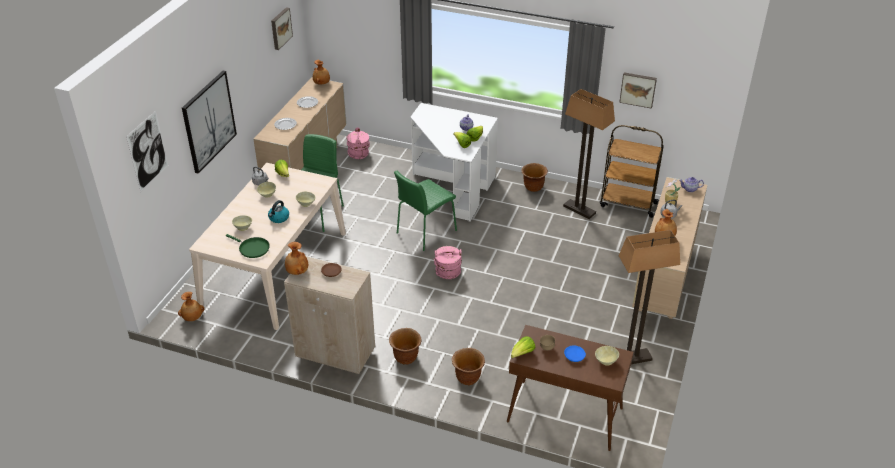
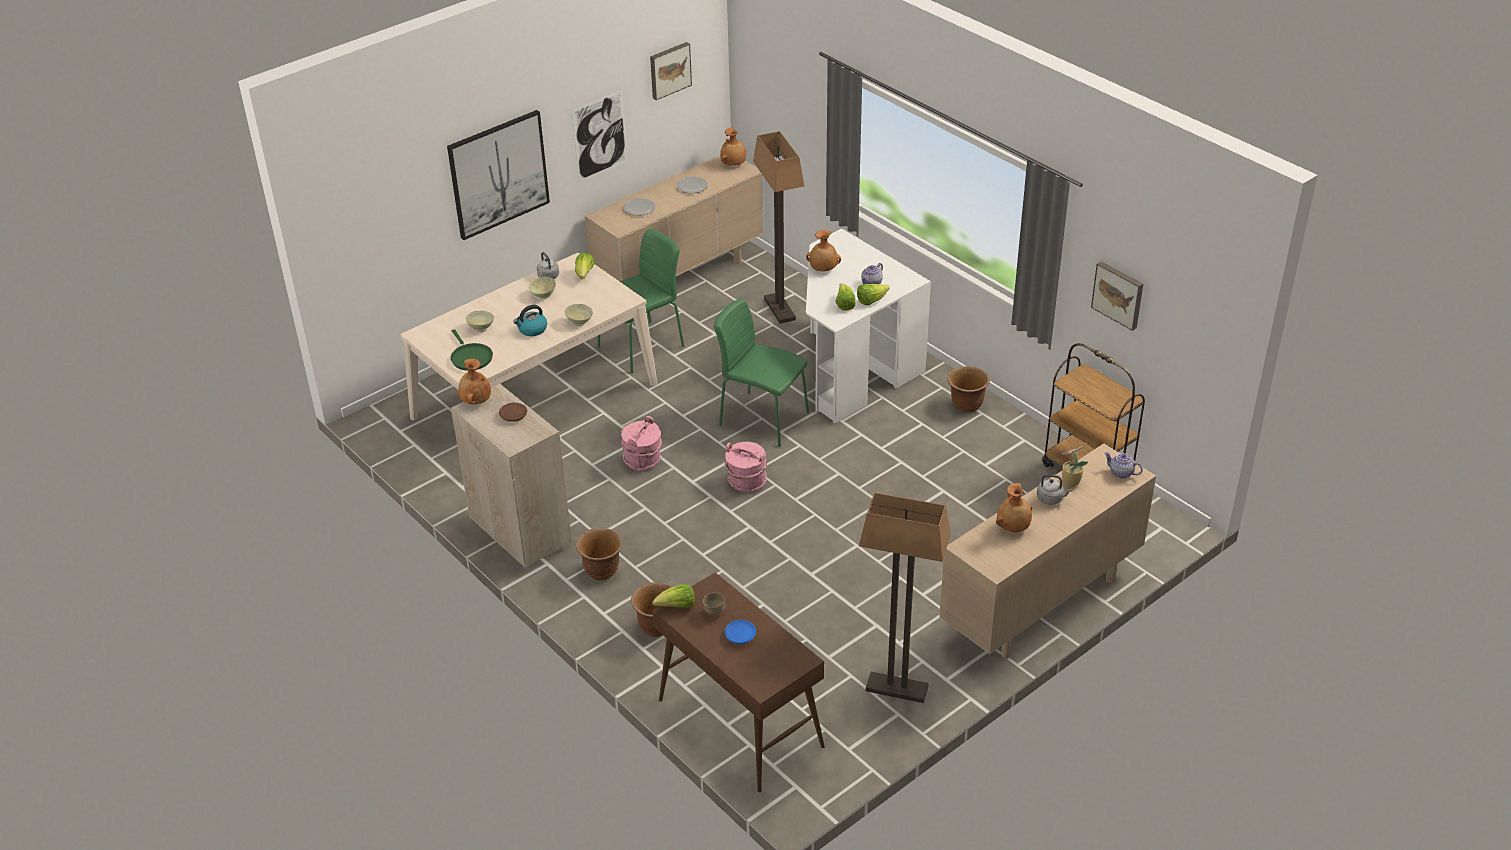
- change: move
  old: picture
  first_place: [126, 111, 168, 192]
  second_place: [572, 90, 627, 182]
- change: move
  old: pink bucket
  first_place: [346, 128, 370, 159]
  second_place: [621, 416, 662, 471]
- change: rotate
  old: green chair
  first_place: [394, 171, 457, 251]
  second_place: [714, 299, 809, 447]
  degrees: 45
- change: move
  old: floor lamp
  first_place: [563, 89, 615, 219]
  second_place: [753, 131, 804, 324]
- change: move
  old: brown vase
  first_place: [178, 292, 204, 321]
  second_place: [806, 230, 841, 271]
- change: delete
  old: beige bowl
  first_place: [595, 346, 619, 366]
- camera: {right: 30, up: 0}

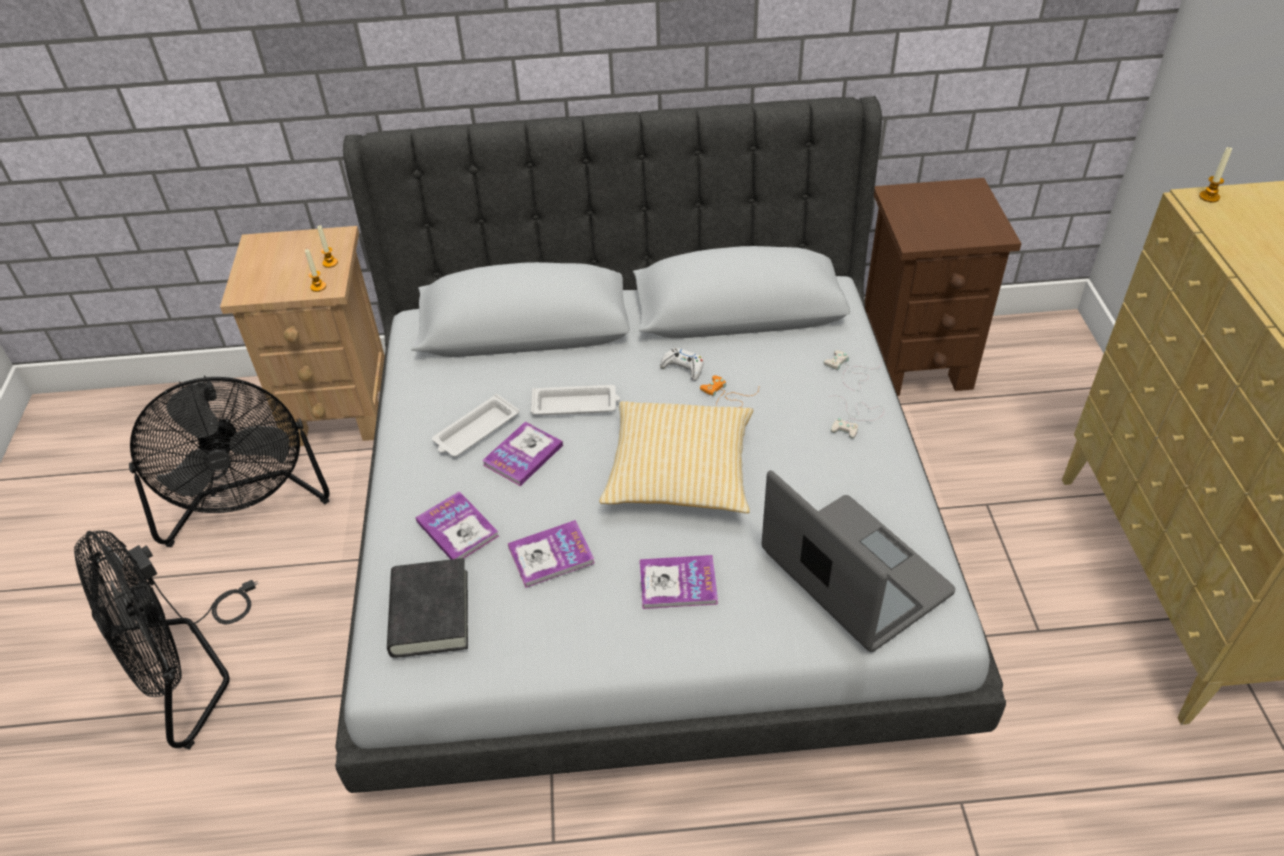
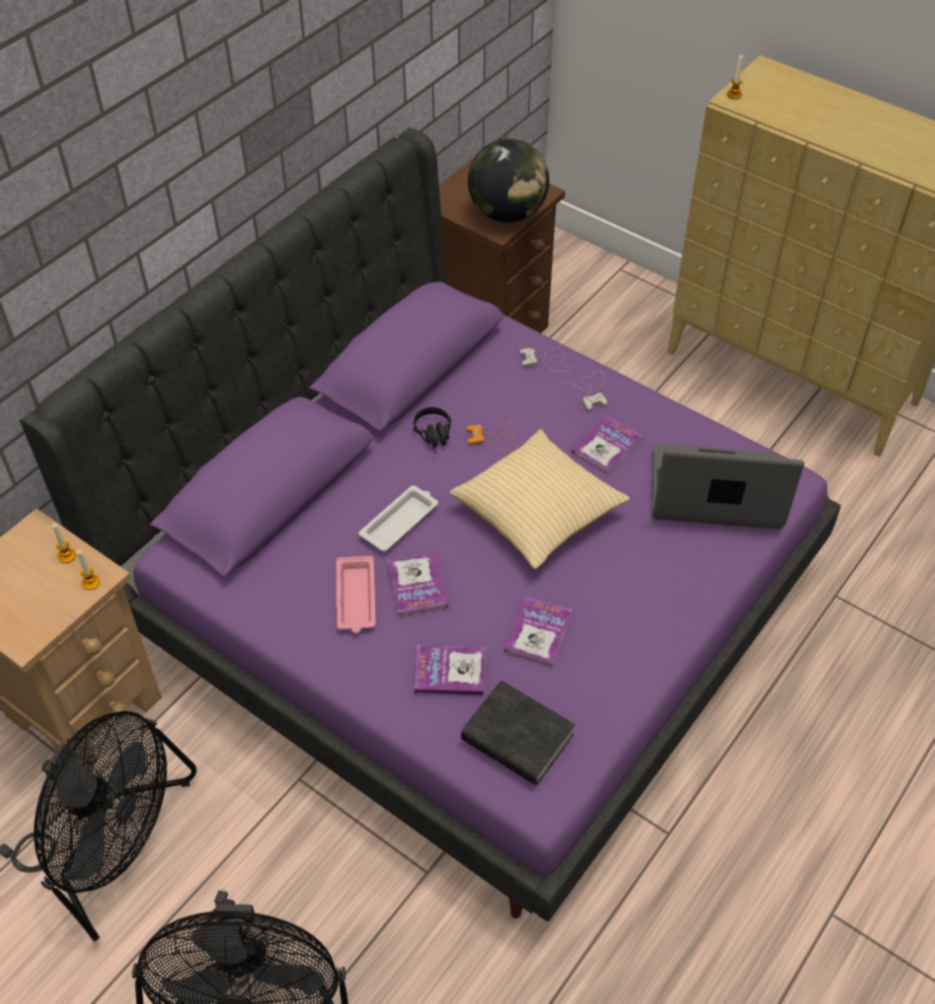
- change: recolor
  old: grey bed
  new: purple bed
  first_place: [335, 96, 1006, 793]
  second_place: [20, 128, 841, 922]
- change: recolor
  old: white tray
  new: pink tray
  first_place: [432, 394, 519, 457]
  second_place: [336, 556, 376, 633]
- change: replace
  old: white game controller
  new: black headphones
  first_place: [660, 348, 704, 381]
  second_place: [414, 407, 451, 454]
- change: insert
  new: globe
  second_place: [468, 139, 549, 223]
- change: move
  old: book
  first_place: [640, 555, 718, 609]
  second_place: [572, 415, 642, 474]
- camera: {right: -50, up: 5}

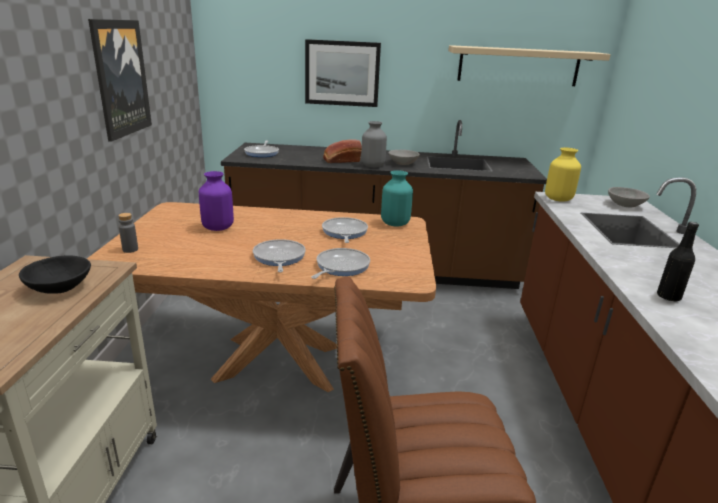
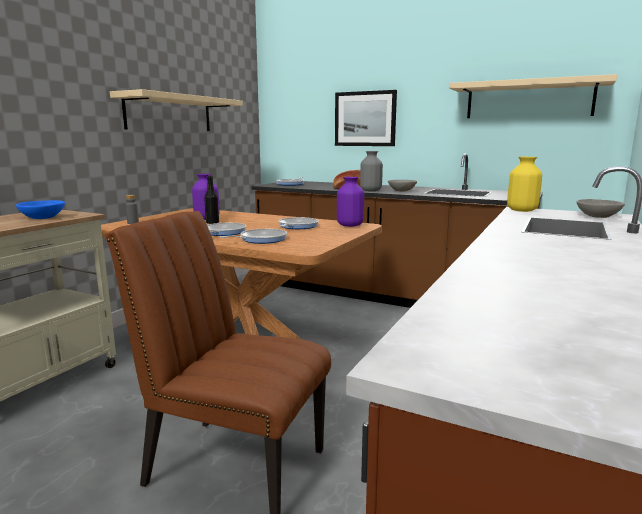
- change: recolor
  old: black bowl
  new: blue bowl
  first_place: [19, 255, 91, 294]
  second_place: [16, 200, 65, 219]
- change: replace
  old: picture
  new: beige shelf
  first_place: [88, 19, 152, 142]
  second_place: [110, 89, 243, 131]
- change: move
  old: black bottle
  first_place: [657, 222, 699, 301]
  second_place: [204, 175, 219, 224]
- change: recolor
  old: turquoise vase
  new: purple vase
  first_place: [381, 170, 413, 227]
  second_place: [337, 177, 364, 227]
- camera: {right: 25, up: -10}

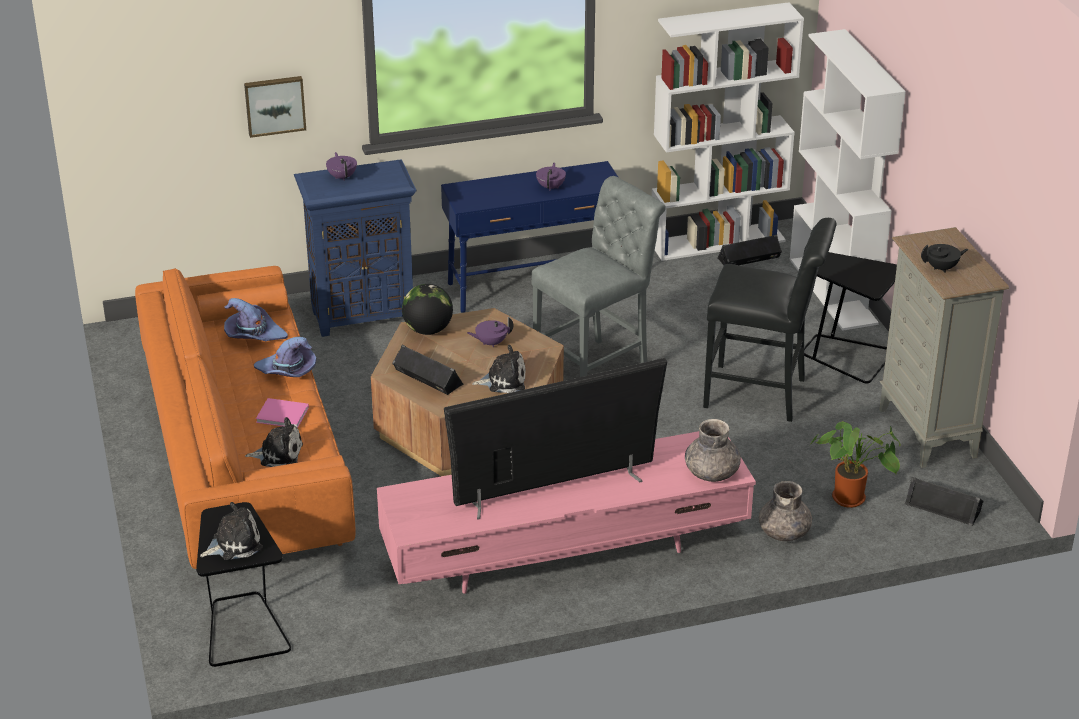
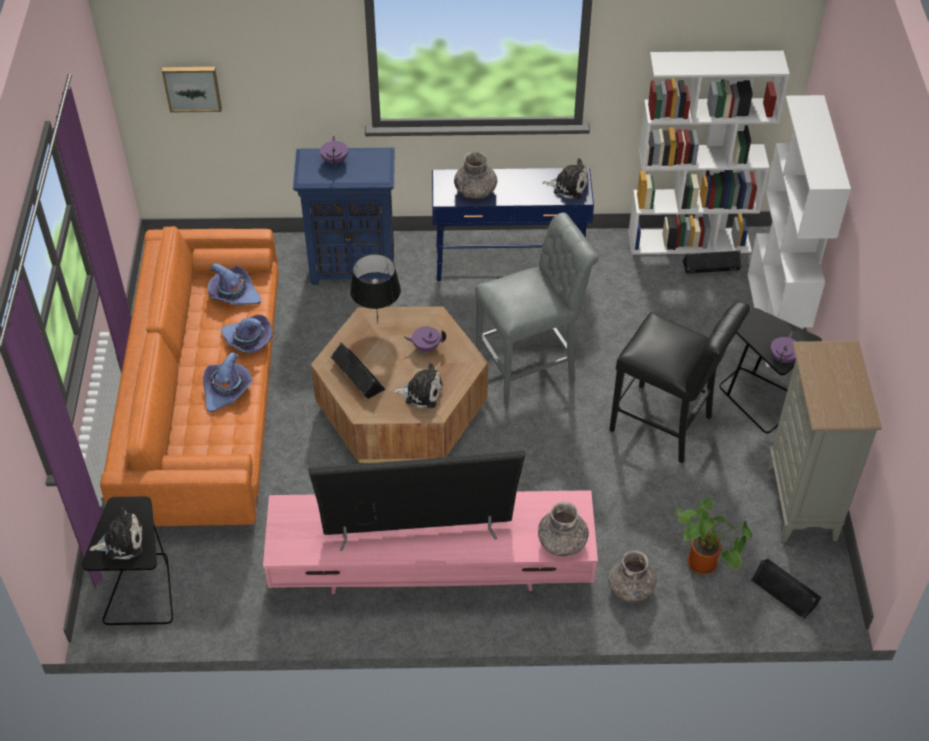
- change: move
  old: picture
  first_place: [244, 76, 306, 138]
  second_place: [162, 67, 222, 112]
- change: replace
  old: pink book
  new: purple hat
  first_place: [256, 398, 309, 428]
  second_place: [203, 352, 253, 412]
- change: replace
  old: globe
  new: black table lamp
  first_place: [402, 284, 453, 335]
  second_place: [350, 254, 401, 322]
- change: insert
  new: grey vase
  second_place: [454, 151, 497, 199]
- change: move
  old: plush toy
  first_place: [245, 417, 303, 467]
  second_place: [543, 158, 589, 199]
- change: move
  old: purple teapot
  first_place: [536, 163, 566, 190]
  second_place: [771, 332, 796, 365]
- change: delete
  old: black teapot
  first_place: [921, 244, 968, 273]
- camera: {right: 15, up: 15}

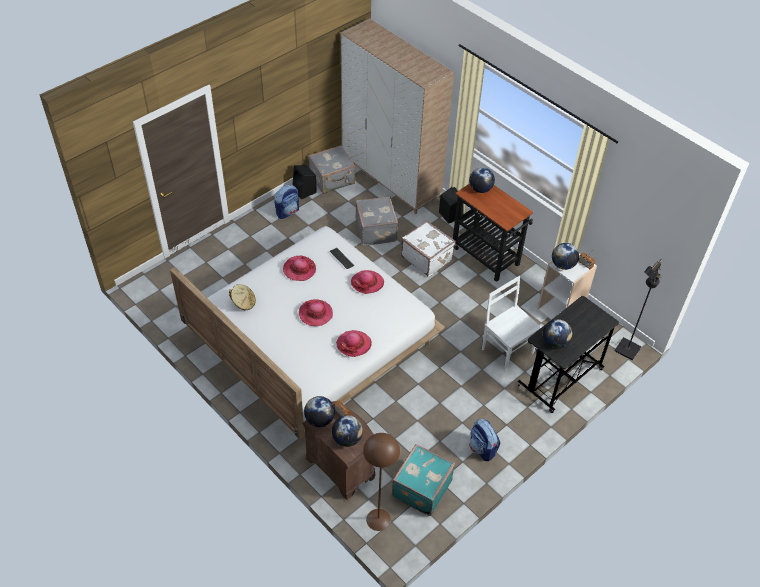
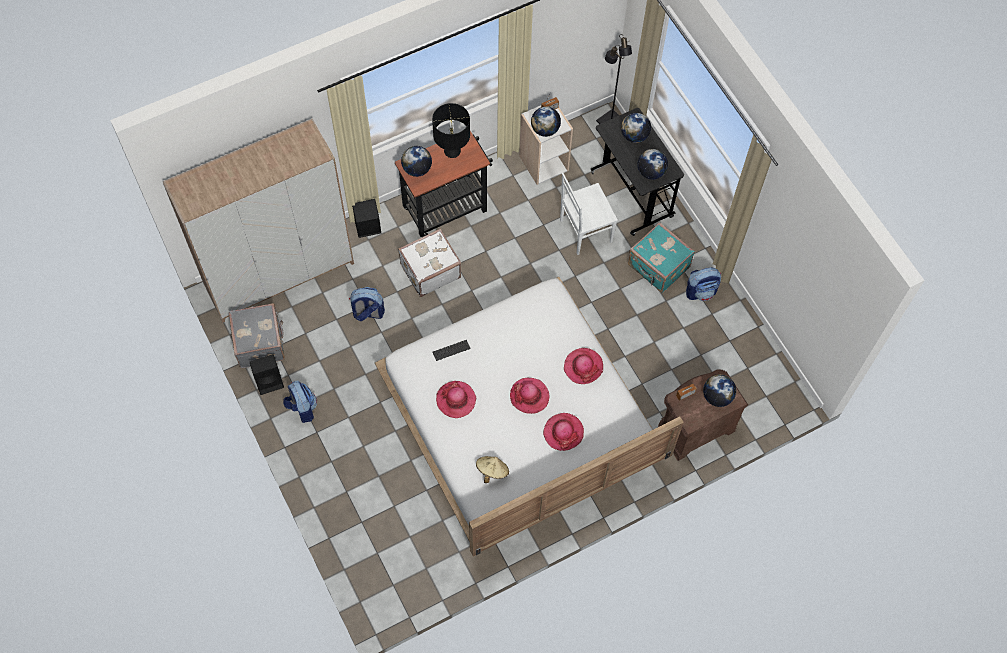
- change: replace
  old: grey suitcase
  new: backpack
  first_place: [356, 196, 399, 246]
  second_place: [349, 287, 385, 322]
- change: insert
  new: black table lamp
  second_place: [432, 103, 470, 158]
- change: move
  old: hat
  first_place: [351, 270, 384, 294]
  second_place: [543, 413, 584, 451]
- change: move
  old: globe
  first_place: [304, 396, 335, 427]
  second_place: [621, 113, 651, 143]
- change: move
  old: turquoise suitcase
  first_place: [392, 444, 455, 516]
  second_place: [628, 222, 695, 293]
- change: delete
  old: brown floor lamp
  first_place: [363, 433, 400, 531]
- camera: {right: -75, up: 15}

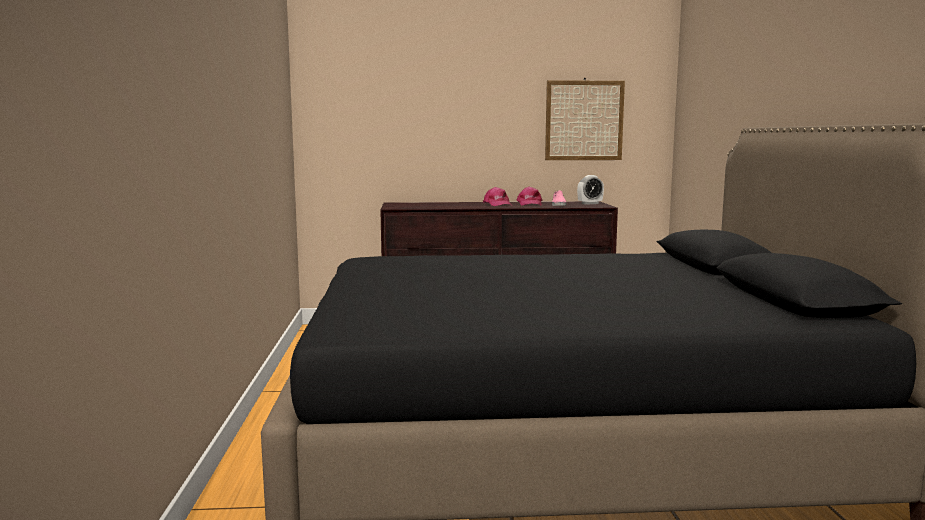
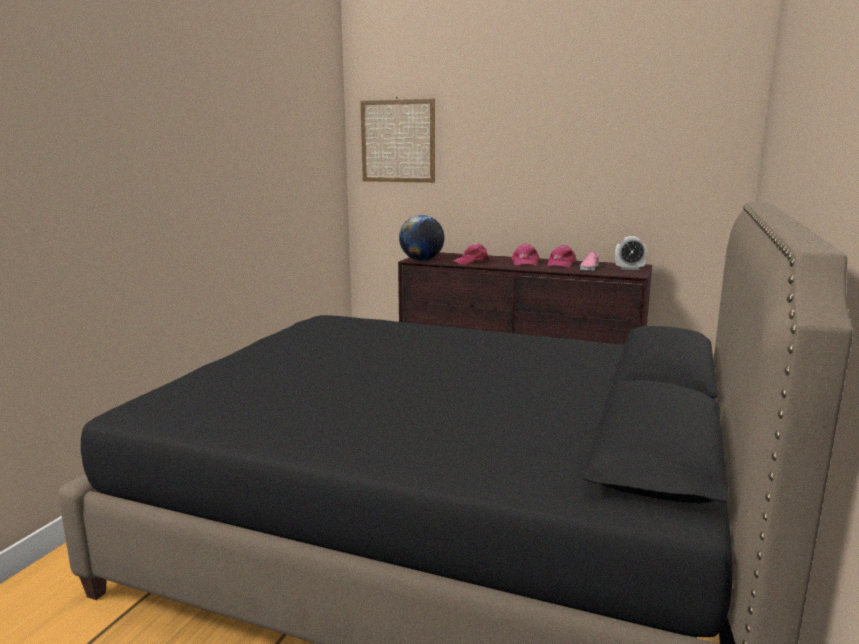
- change: move
  old: picture
  first_place: [545, 78, 625, 160]
  second_place: [360, 97, 435, 183]
- change: insert
  new: globe
  second_place: [399, 215, 444, 261]
- change: insert
  new: pink cap
  second_place: [452, 244, 490, 265]
- camera: {right: 25, up: 5}

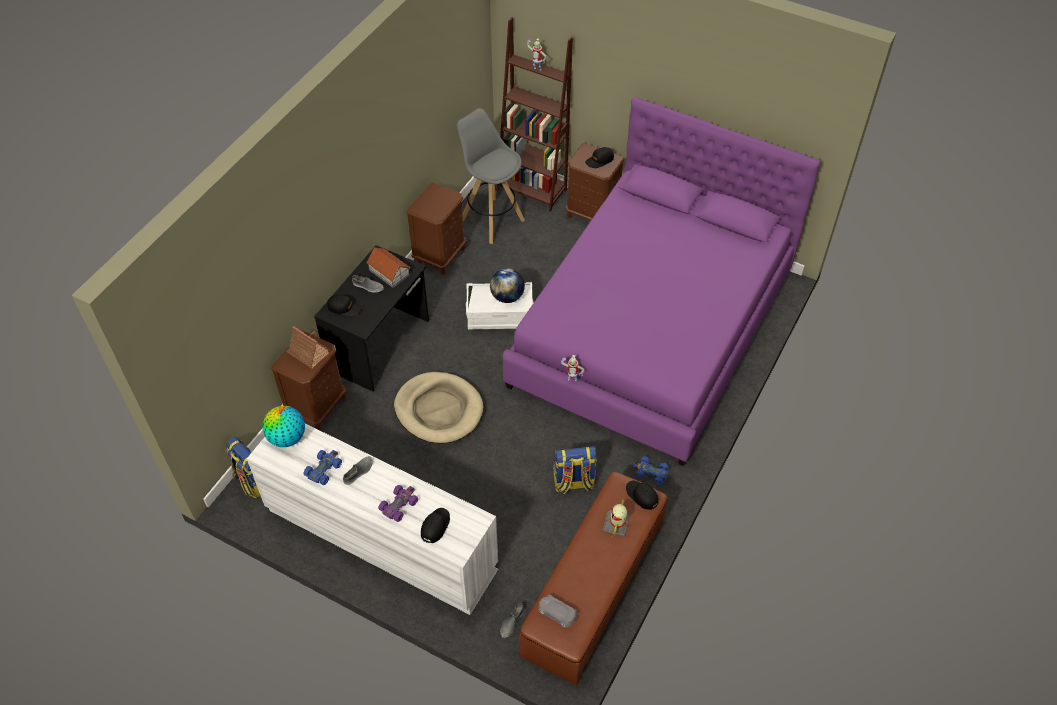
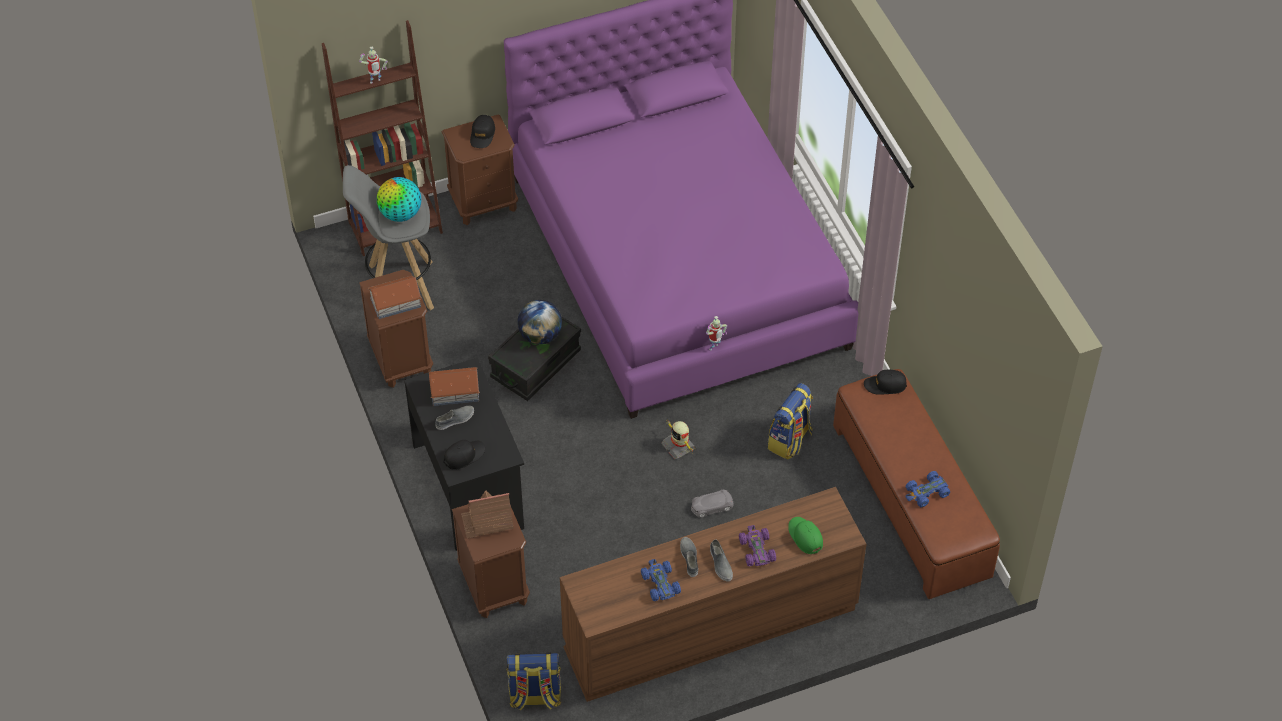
- change: insert
  new: toy house
  second_place: [368, 276, 422, 319]
- change: move
  old: globe
  first_place: [262, 406, 305, 447]
  second_place: [377, 177, 421, 222]
- change: recolor
  old: white storage box
  new: black storage box
  first_place: [466, 282, 534, 330]
  second_place: [488, 316, 581, 401]
- change: recolor
  old: white dresser
  new: brown dresser
  first_place: [247, 424, 498, 615]
  second_place: [560, 487, 866, 702]
- change: move
  old: toy robot
  first_place: [603, 499, 630, 536]
  second_place: [661, 420, 695, 459]
- change: move
  old: grey toy car
  first_place: [538, 595, 578, 628]
  second_place: [691, 490, 734, 518]
- change: move
  old: grey shoe
  first_place: [500, 603, 524, 638]
  second_place: [710, 539, 733, 582]
- change: recolor
  old: black cap
  new: green cap
  first_place: [421, 508, 450, 543]
  second_place: [788, 517, 823, 554]
- change: move
  old: blue toy car
  first_place: [633, 456, 669, 485]
  second_place: [906, 471, 950, 507]
- change: delete
  old: beige dog bed
  first_place: [394, 372, 483, 443]
- camera: {right: -50, up: 0}

